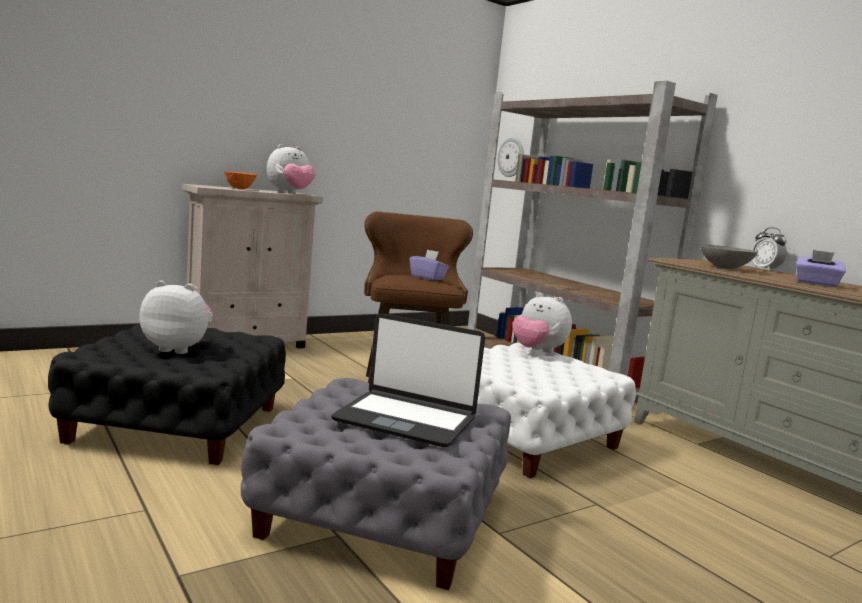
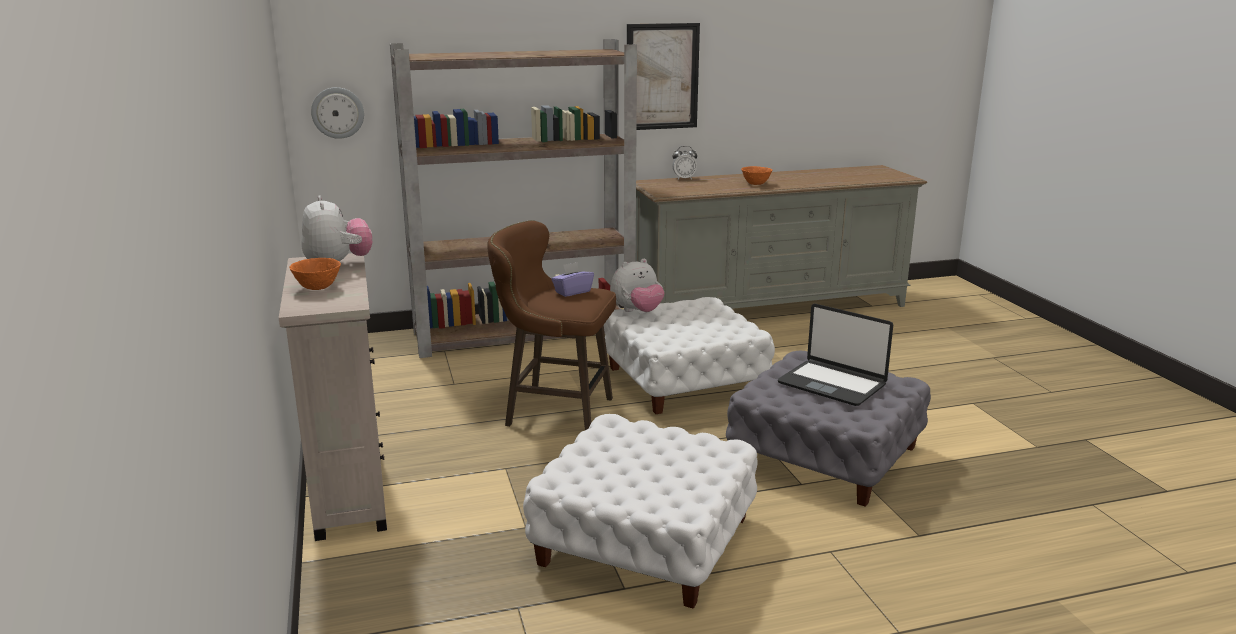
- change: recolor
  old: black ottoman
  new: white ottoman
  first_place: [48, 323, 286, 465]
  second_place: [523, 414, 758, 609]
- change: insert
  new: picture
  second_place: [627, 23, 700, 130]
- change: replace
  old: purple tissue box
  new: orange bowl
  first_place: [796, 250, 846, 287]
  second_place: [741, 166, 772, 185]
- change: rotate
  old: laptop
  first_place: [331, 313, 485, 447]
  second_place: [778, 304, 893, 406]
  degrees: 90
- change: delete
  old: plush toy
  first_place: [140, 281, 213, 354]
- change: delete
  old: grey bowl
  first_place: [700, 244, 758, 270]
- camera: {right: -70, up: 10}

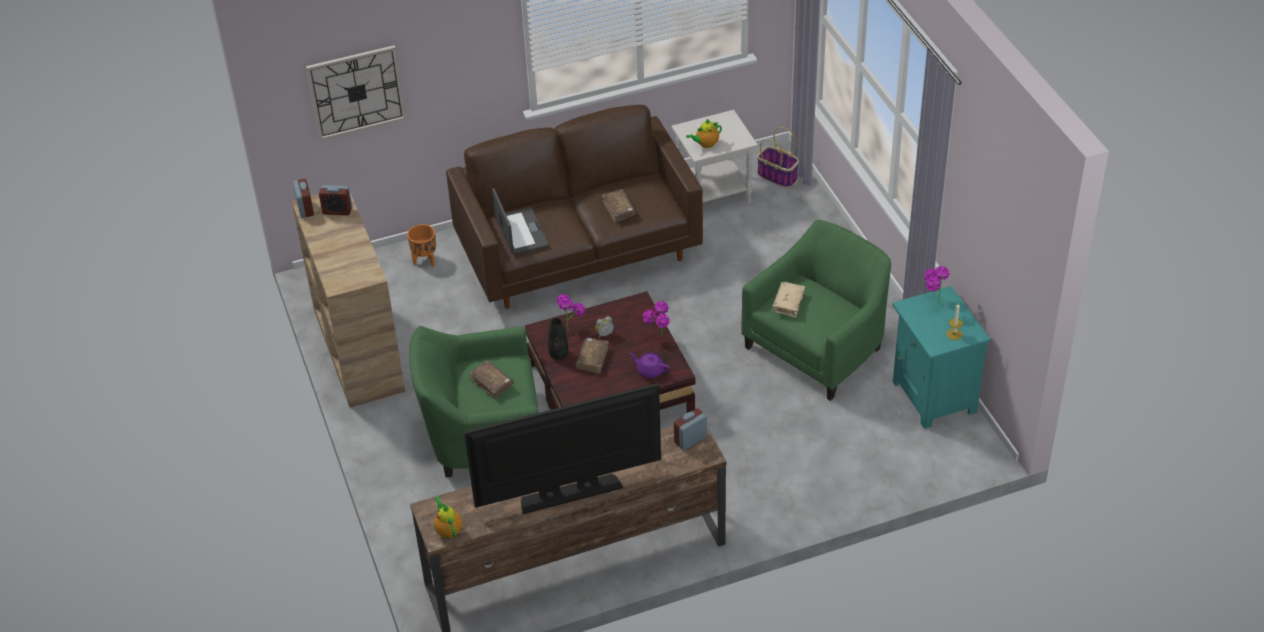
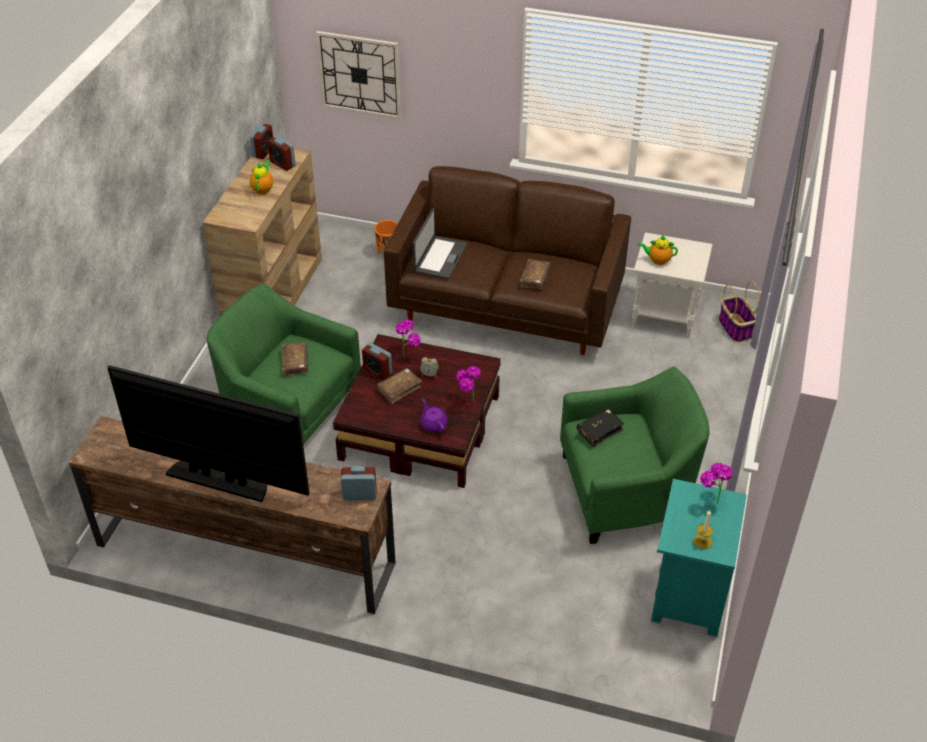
- change: move
  old: teapot
  first_place: [434, 496, 462, 538]
  second_place: [250, 161, 273, 195]
- change: replace
  old: black vase
  new: alarm clock
  first_place: [548, 318, 569, 360]
  second_place: [362, 343, 392, 380]
- change: recolor
  old: beige book
  new: black book
  first_place: [772, 282, 805, 318]
  second_place: [577, 408, 624, 447]
- camera: {right: 35, up: 0}

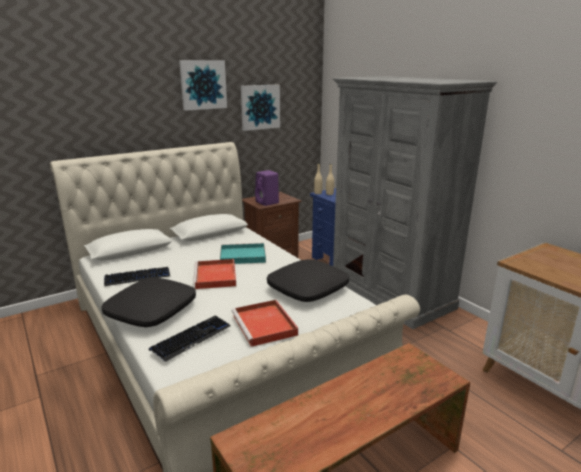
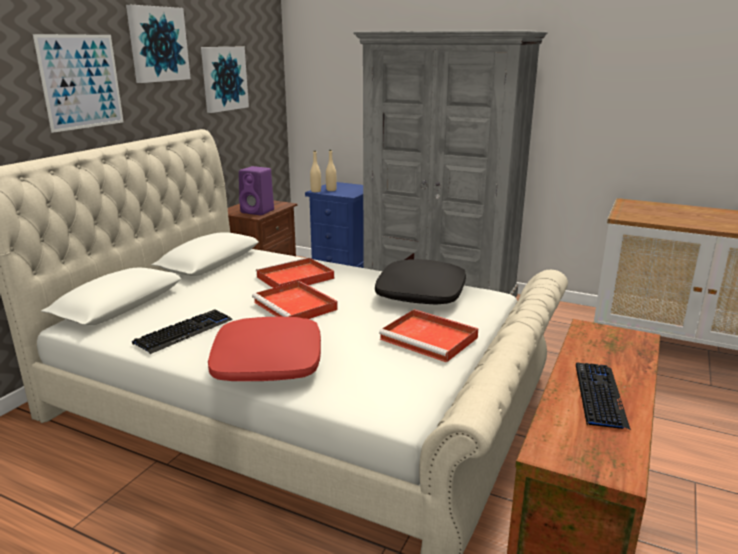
- change: insert
  new: picture
  second_place: [33, 34, 124, 133]
- change: recolor
  old: black pillow
  new: red pillow
  first_place: [101, 278, 196, 327]
  second_place: [208, 317, 321, 381]
- change: recolor
  old: turquoise tray
  new: red tray
  first_place: [220, 243, 266, 264]
  second_place: [256, 257, 334, 288]
- change: move
  old: keyboard
  first_place: [149, 315, 231, 362]
  second_place: [576, 362, 631, 430]
- camera: {right: -30, up: 0}

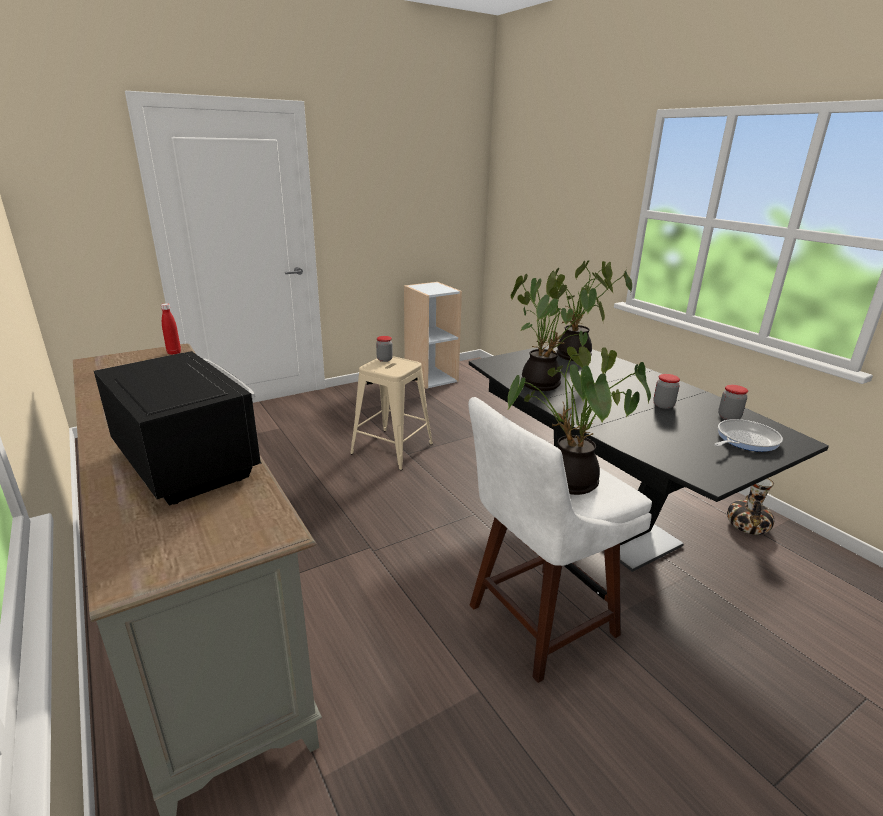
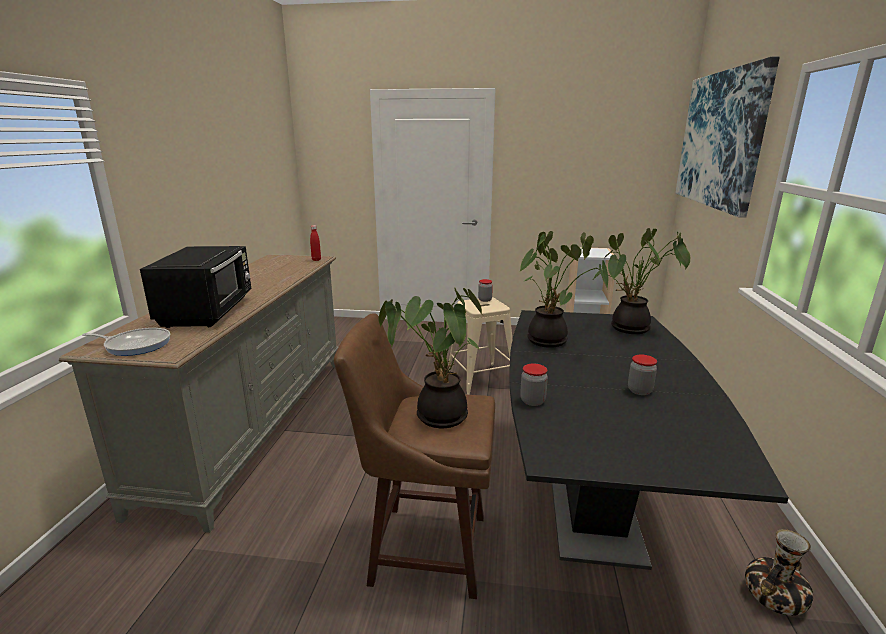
- change: move
  old: frying pan
  first_place: [714, 419, 783, 452]
  second_place: [82, 328, 170, 356]
- change: recolor
  old: white stool
  new: brown stool
  first_place: [468, 397, 652, 683]
  second_place: [334, 313, 495, 599]
- change: move
  old: jar
  first_place: [718, 385, 748, 420]
  second_place: [520, 363, 548, 406]
- change: insert
  new: picture
  second_place: [675, 56, 780, 218]
- camera: {right: 40, up: -5}

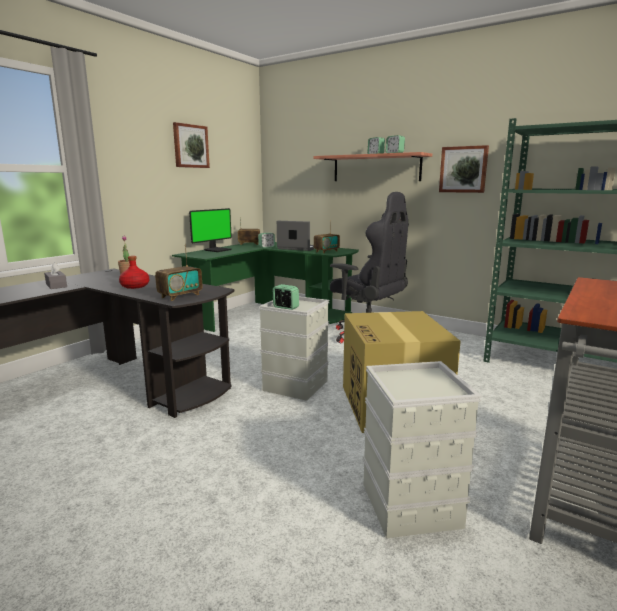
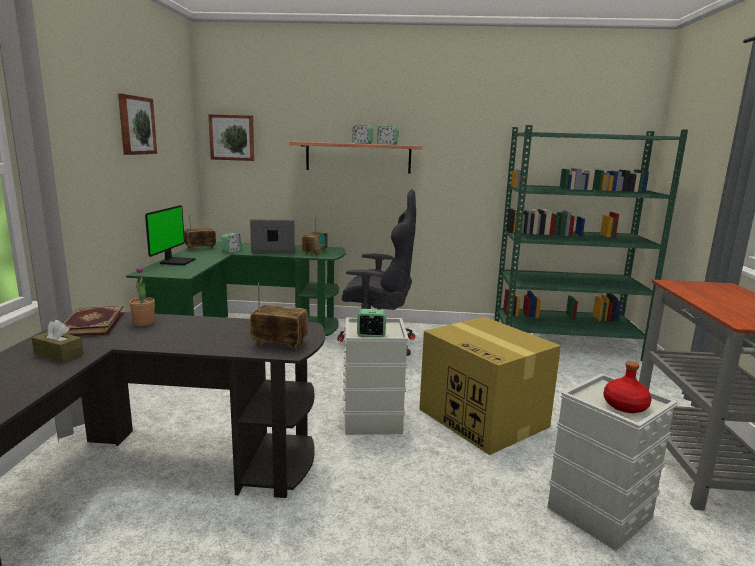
- change: recolor
  old: grey tissue box
  new: brown tissue box
  first_place: [44, 262, 67, 289]
  second_place: [32, 320, 83, 362]
- change: insert
  new: book
  second_place: [63, 306, 124, 336]
- change: move
  old: picture
  first_place: [439, 145, 489, 193]
  second_place: [208, 114, 254, 161]
- change: rotate
  old: radio
  first_place: [155, 244, 202, 301]
  second_place: [250, 283, 308, 350]
  degrees: -90
- change: move
  old: red bottle
  first_place: [119, 256, 149, 289]
  second_place: [603, 361, 651, 413]
- camera: {right: -30, up: 0}

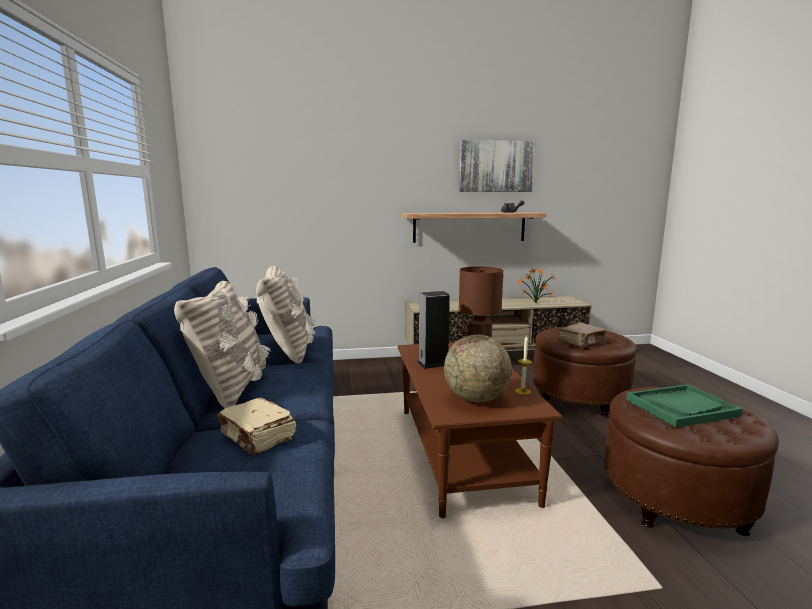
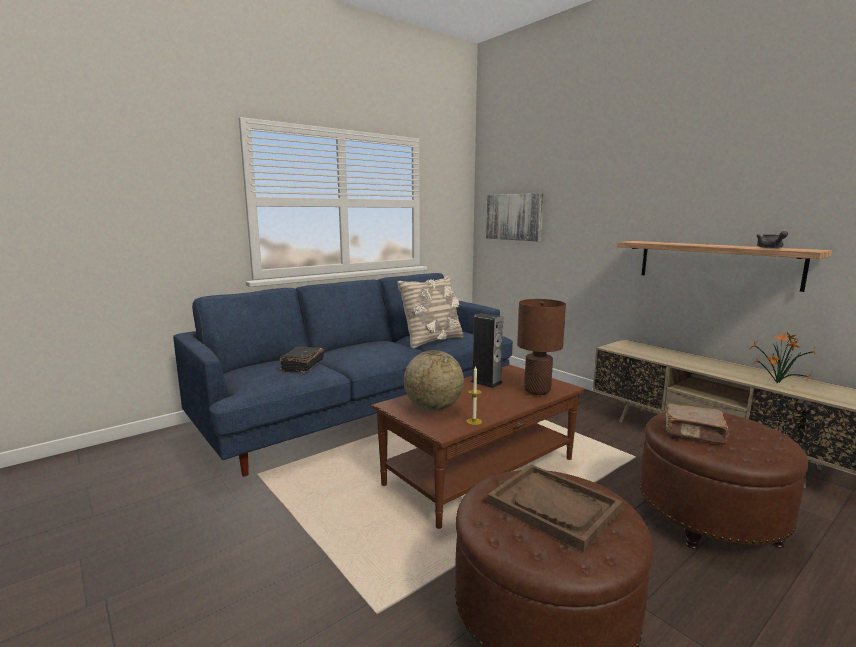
- change: recolor
  old: beige book
  new: black book
  first_place: [216, 398, 296, 455]
  second_place: [280, 346, 324, 373]
- change: move
  old: picture
  first_place: [459, 140, 535, 192]
  second_place: [486, 193, 544, 241]
- change: recolor
  old: green tray
  new: brown tray
  first_place: [626, 384, 743, 428]
  second_place: [487, 464, 622, 552]
- change: delete
  old: beige pillow
  first_place: [174, 281, 272, 408]
- camera: {right: 60, up: 0}

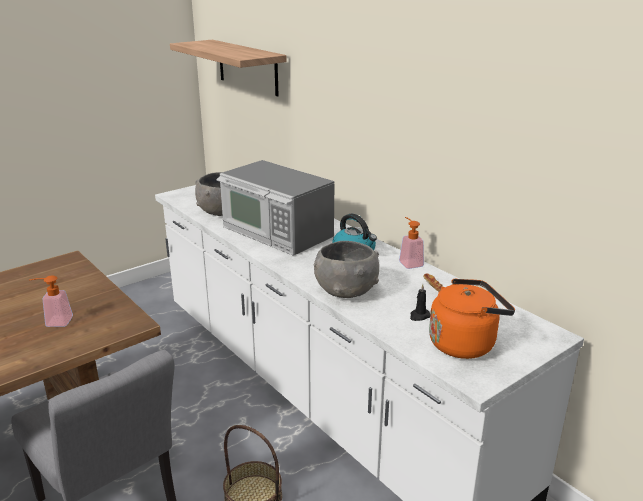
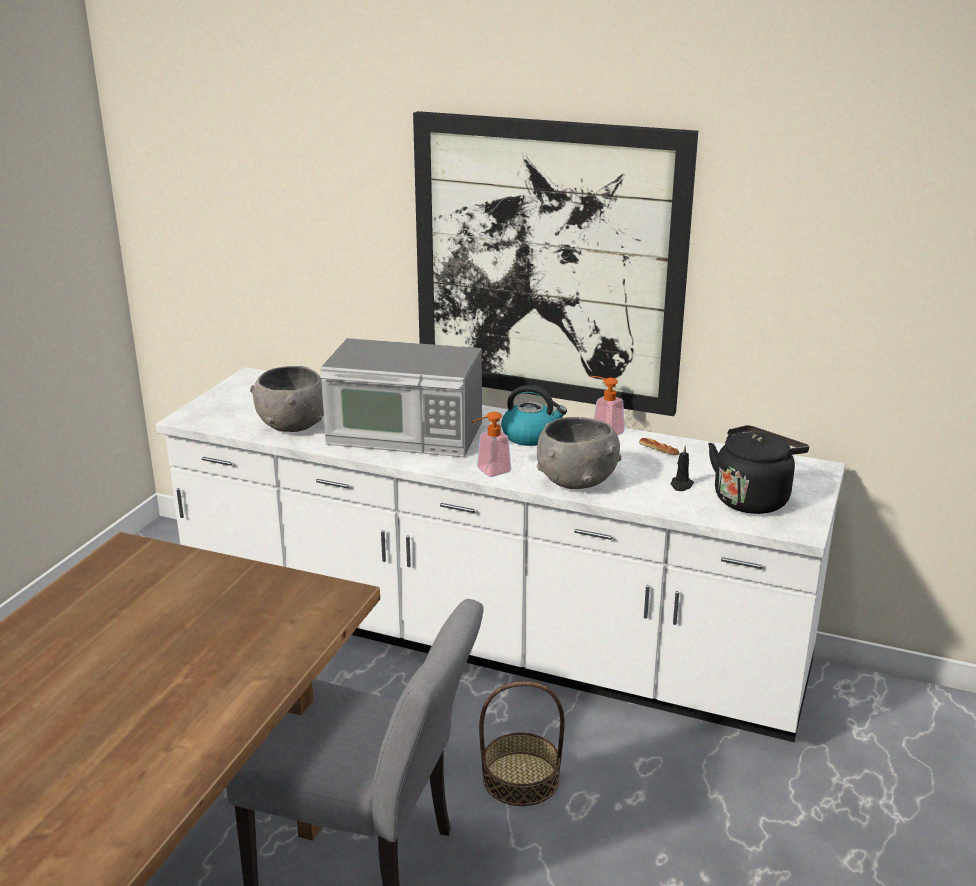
- change: insert
  new: picture
  second_place: [413, 111, 698, 416]
- change: move
  old: soap dispenser
  first_place: [29, 276, 73, 327]
  second_place: [472, 412, 511, 477]
- change: recolor
  old: orange kettle
  new: black kettle
  first_place: [429, 278, 515, 359]
  second_place: [708, 425, 809, 514]
- change: delete
  old: shelf
  first_place: [170, 40, 287, 96]
- camera: {right: -30, up: 0}

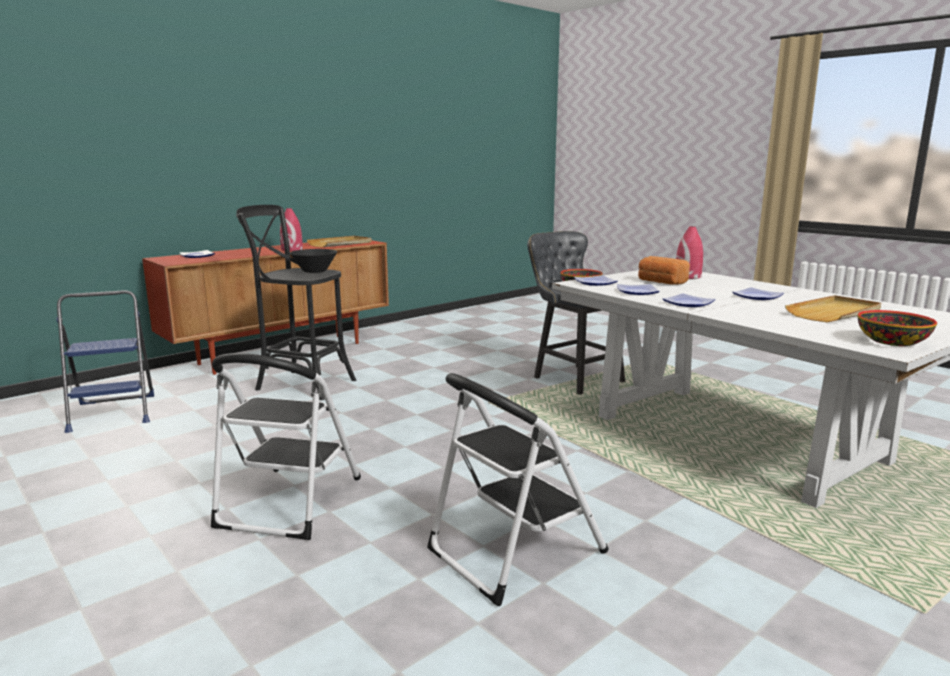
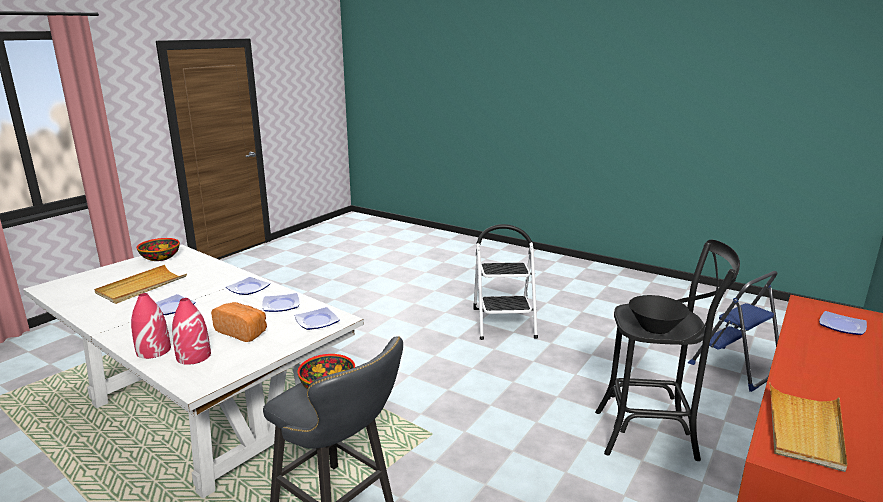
- change: move
  old: red vase
  first_place: [280, 208, 303, 251]
  second_place: [131, 293, 171, 359]
- change: delete
  old: step ladder
  first_place: [427, 373, 608, 606]
- camera: {right: 165, up: 5}

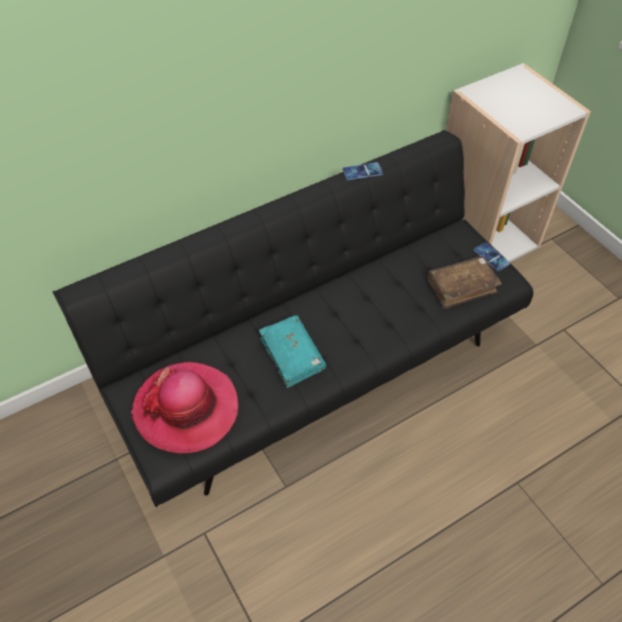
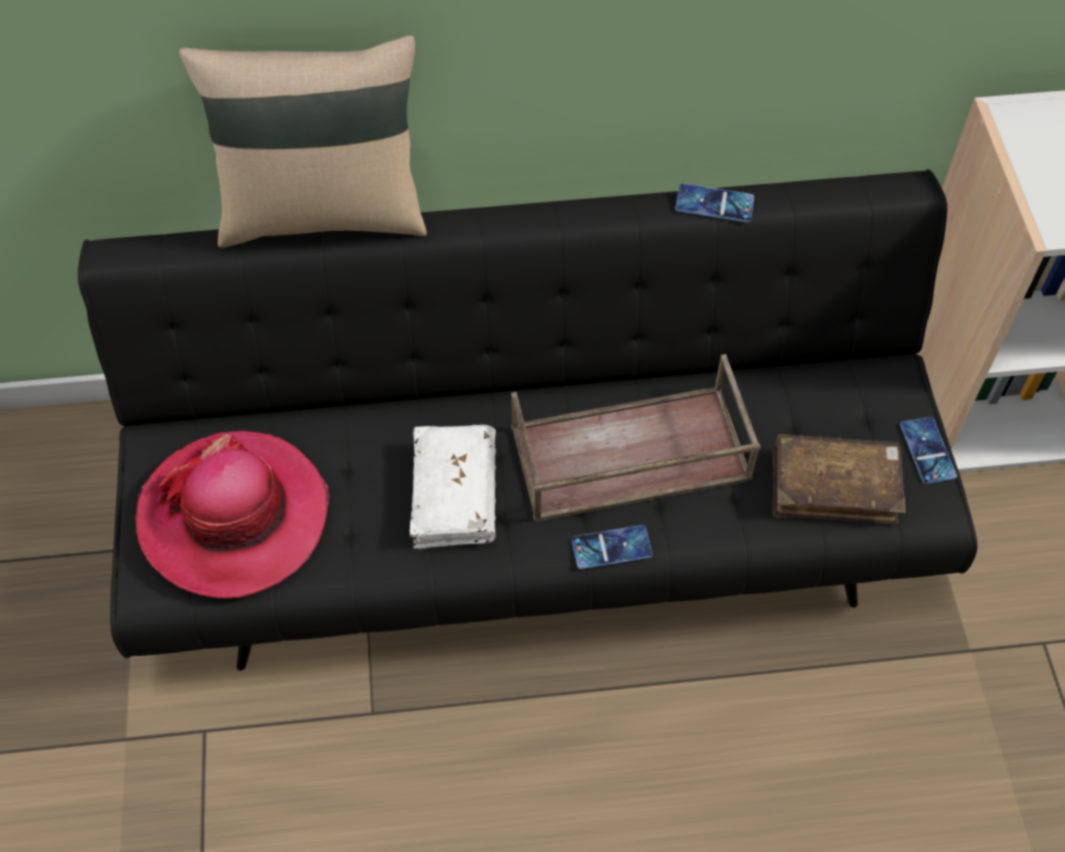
- change: insert
  new: beige pillow
  second_place: [179, 35, 427, 248]
- change: recolor
  old: turquoise book
  new: white book
  first_place: [259, 315, 326, 388]
  second_place: [410, 425, 496, 549]
- change: insert
  new: brown tray
  second_place: [511, 354, 761, 522]
- change: insert
  new: phone
  second_place: [572, 525, 653, 569]
- camera: {right: 25, up: 5}

